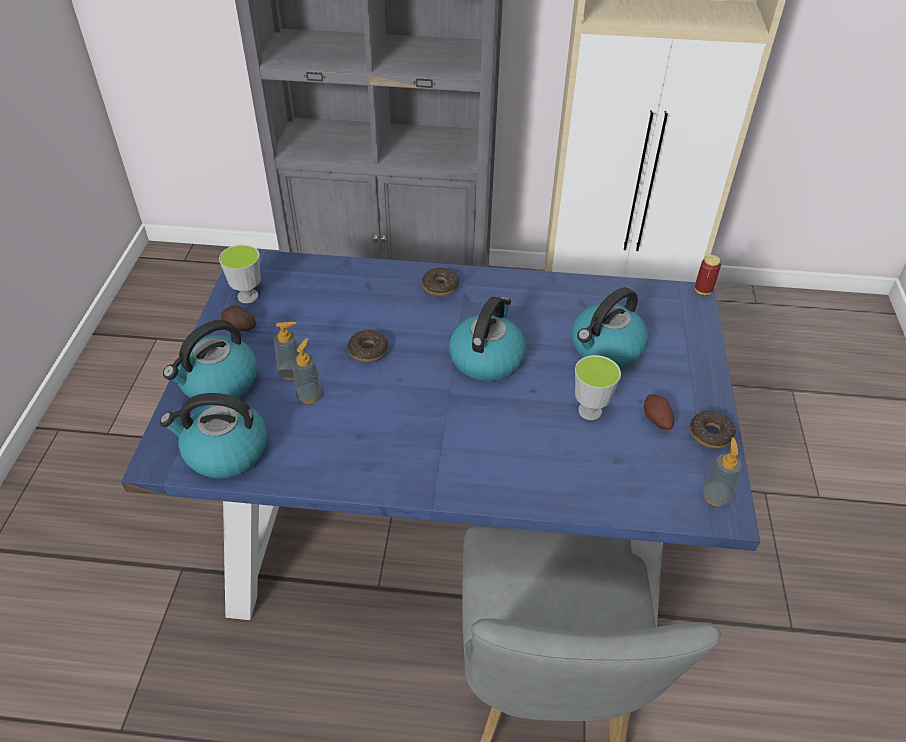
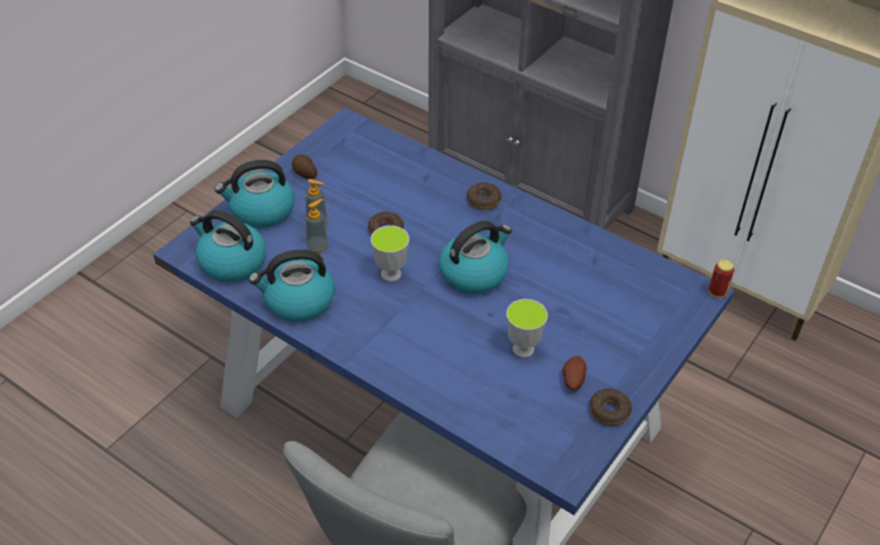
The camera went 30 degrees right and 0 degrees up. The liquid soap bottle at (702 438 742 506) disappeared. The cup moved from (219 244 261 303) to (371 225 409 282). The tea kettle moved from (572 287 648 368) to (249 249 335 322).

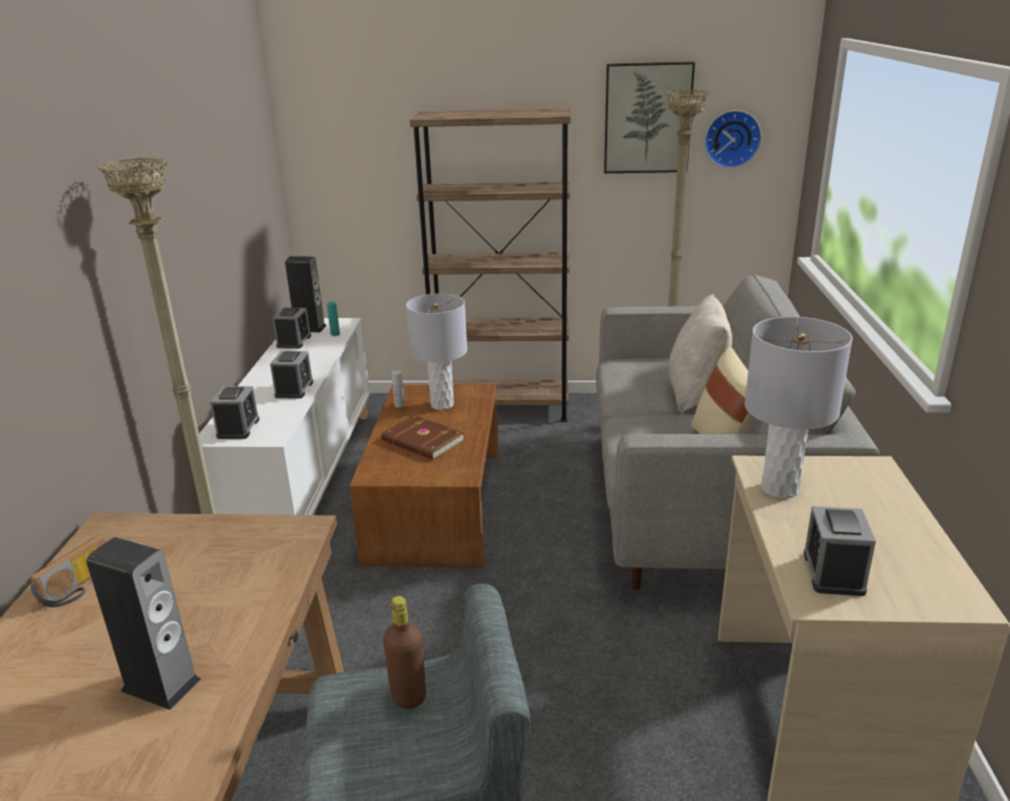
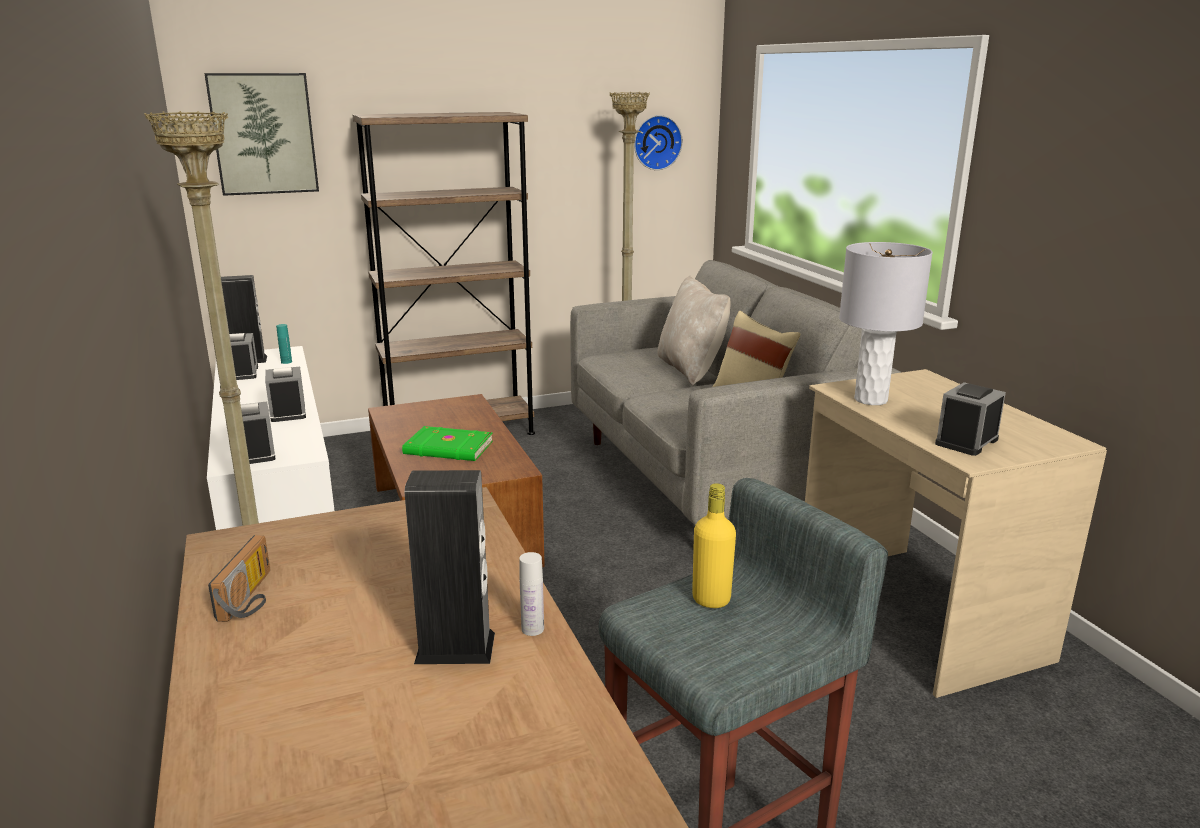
The camera went 25 degrees left and 5 degrees down. The greyish table lamp at (406 294 467 410) disappeared. The white beverage bottle moved from (392 371 405 407) to (519 552 544 636). The wall picture moved from (604 62 695 173) to (204 73 319 196). The brown bound book at (381 415 465 460) became the green-coloured bound book at (402 426 493 461). The brown beverage bottle at (383 596 426 709) became the yellow beverage bottle at (692 483 736 608). The table clock at (804 506 876 596) turned 60 degrees clockwise.

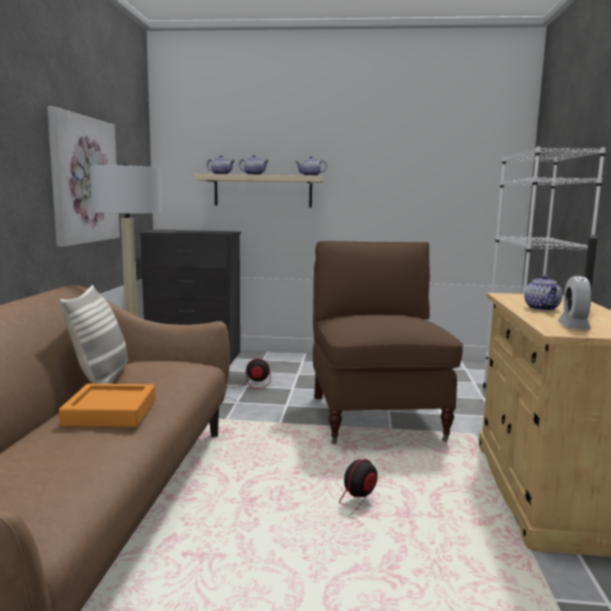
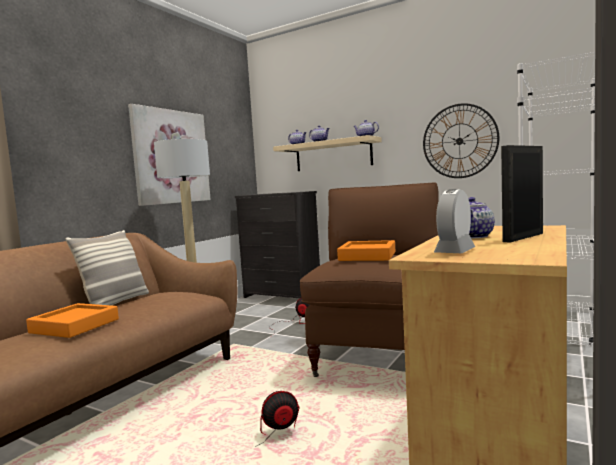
The camera went 25 degrees right and 5 degrees down. The orangey serving tray at (337 240 395 261) appeared. The clock on the wall at (423 103 500 178) appeared.

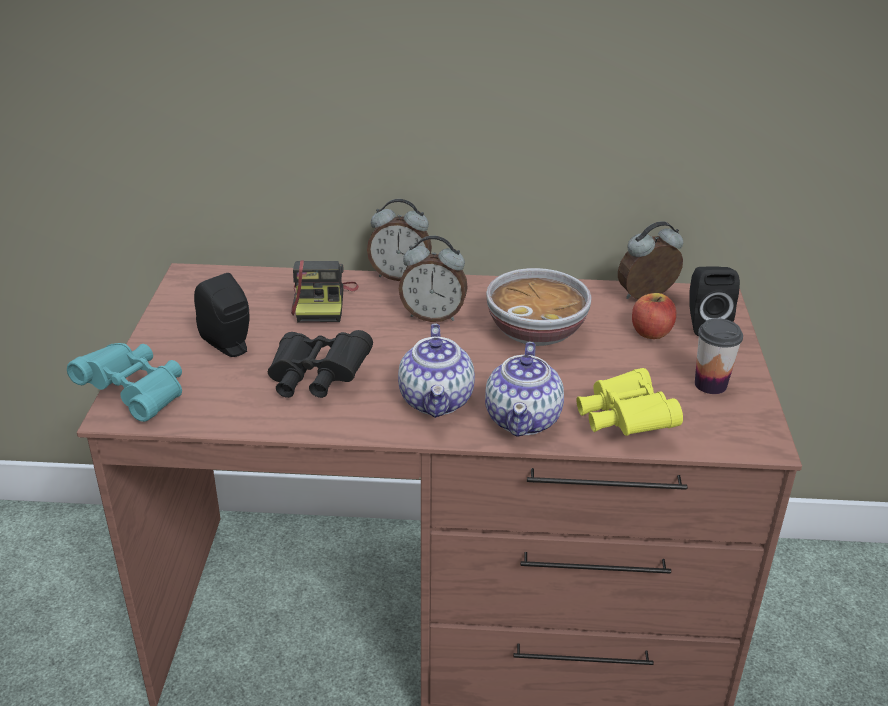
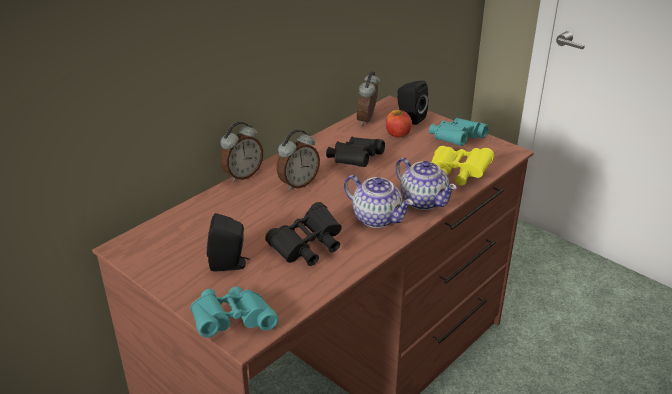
The camera went 50 degrees left and 0 degrees up. The still camera at (291 260 359 323) disappeared. The deep dish at (486 268 591 346) was replaced by the black-coloured field glasses at (326 137 385 167). The cup at (695 318 743 394) was replaced by the turquoise-coloured field glasses at (429 118 489 146).

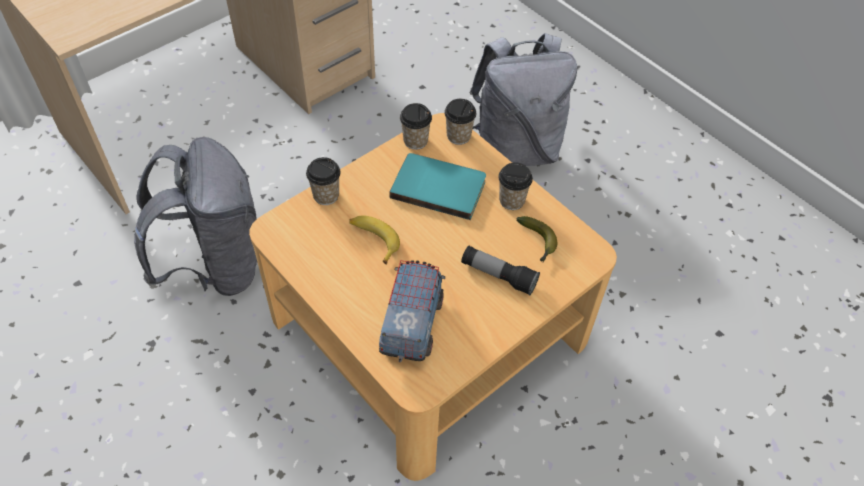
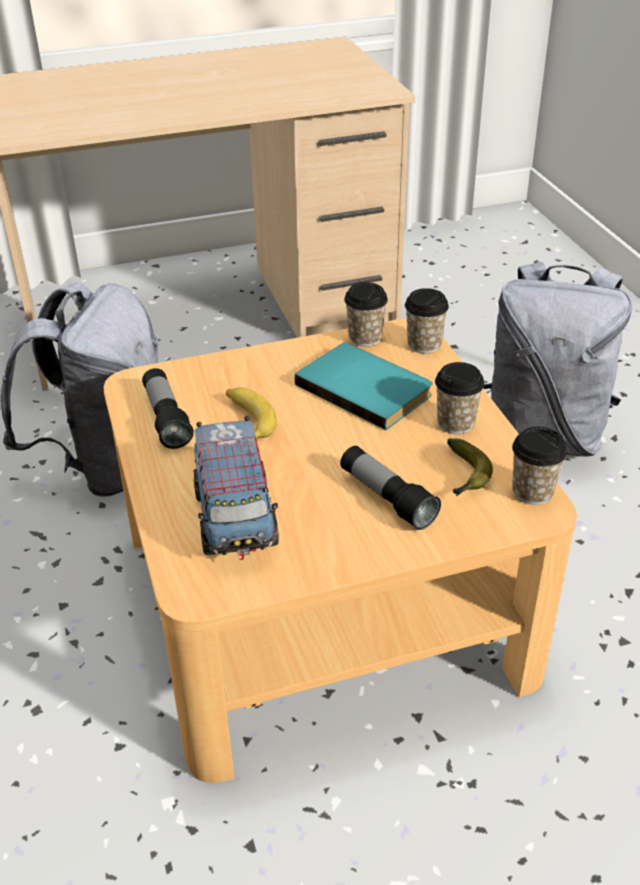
The camera went 25 degrees right and 15 degrees down. The flashlight at (142 368 194 449) appeared. The cup moved from (306 157 340 205) to (512 427 567 505). The model truck at (379 260 445 362) turned 135 degrees clockwise.

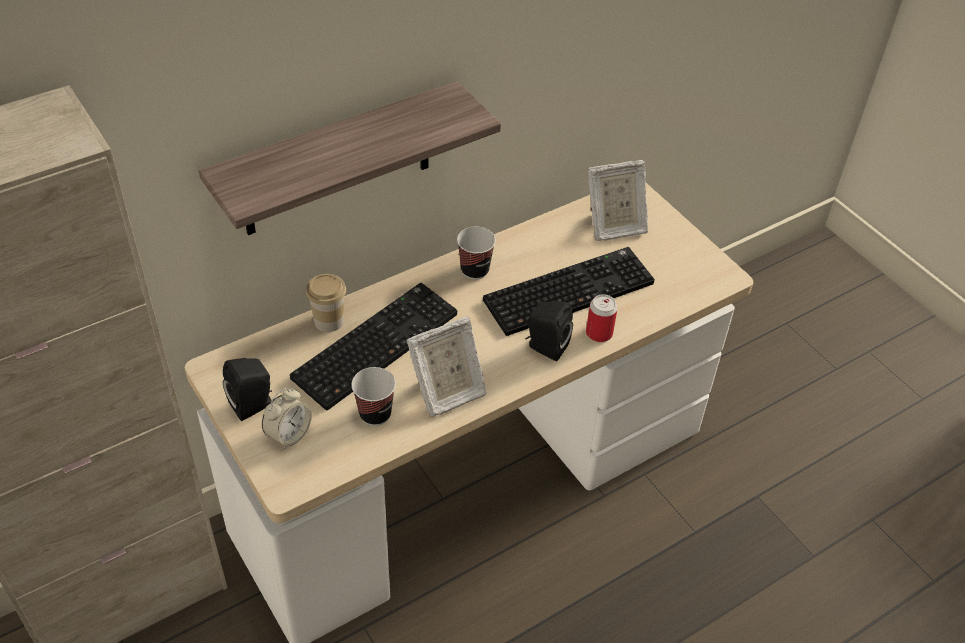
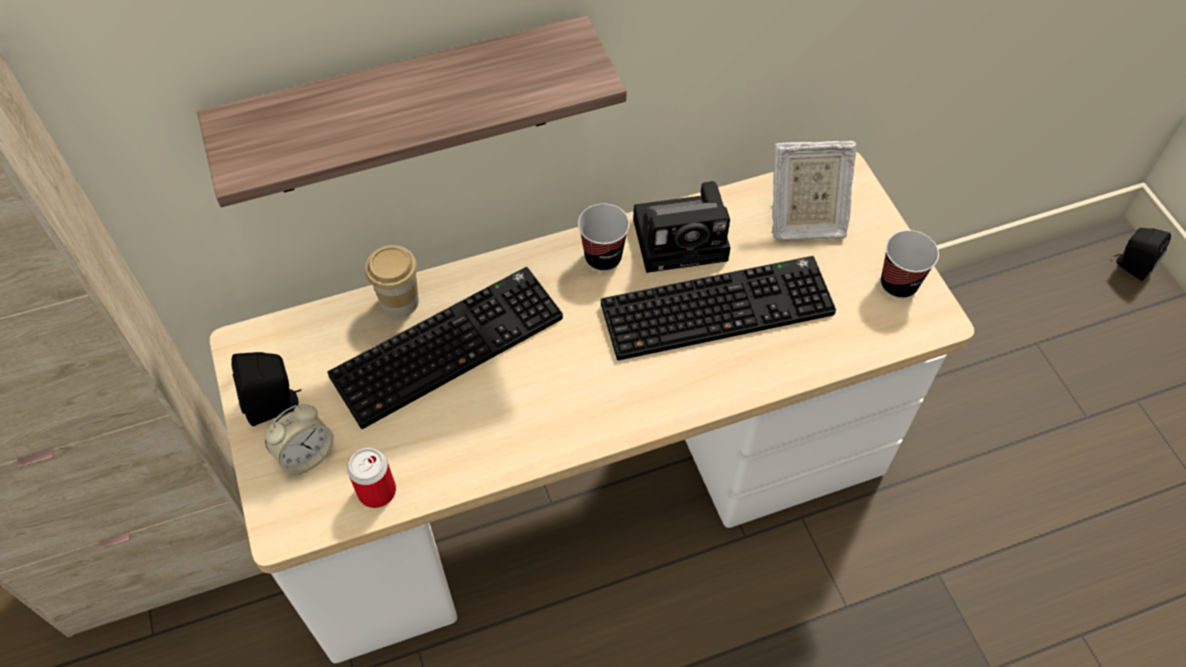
The camera went 15 degrees right and 10 degrees up. The picture frame at (406 316 487 416) disappeared. The still camera at (633 181 730 273) appeared. The cup moved from (351 367 396 426) to (881 230 939 299). The black-coloured loudspeaker moved from (525 301 573 361) to (1114 228 1171 281). The metal can moved from (586 294 618 342) to (347 448 396 508).

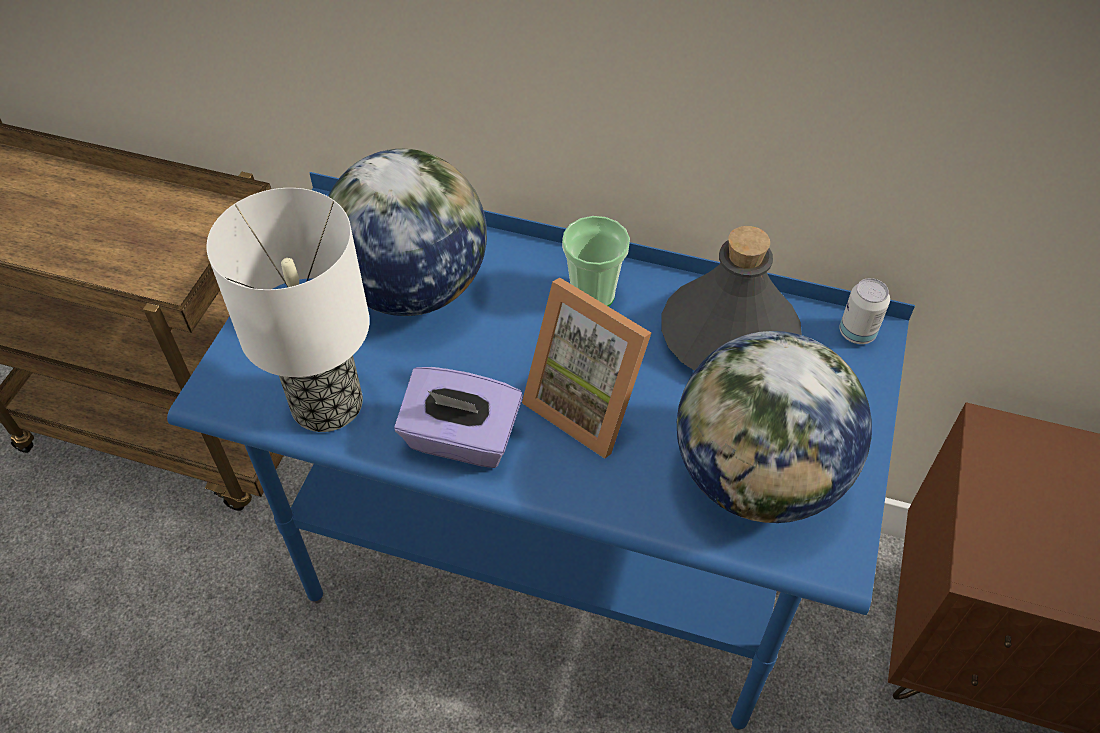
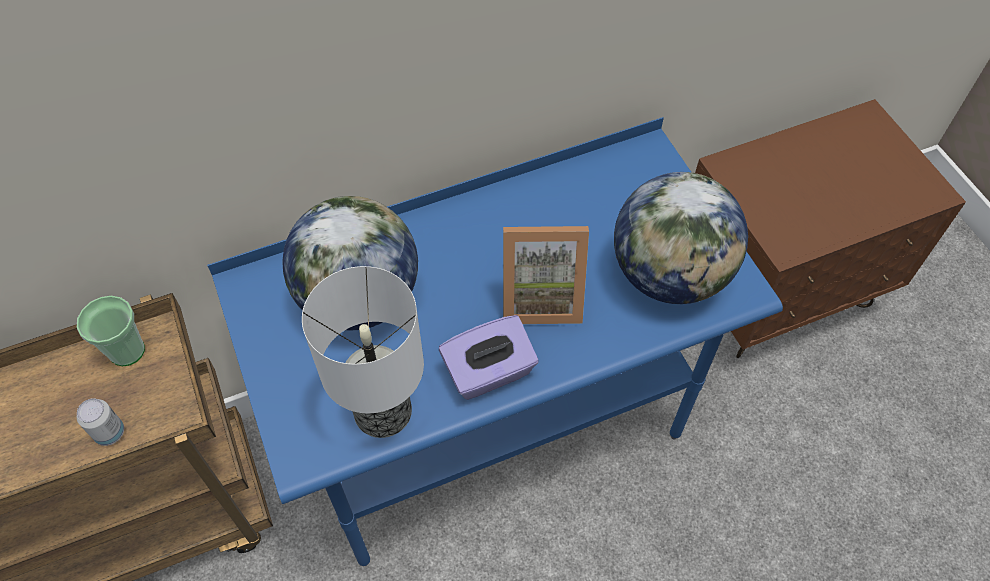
The camera went 40 degrees left and 5 degrees up. The greyish beverage bottle at (661 226 802 371) disappeared. The cup moved from (562 216 630 307) to (77 296 145 366). The metal can moved from (839 278 890 344) to (77 398 124 446).

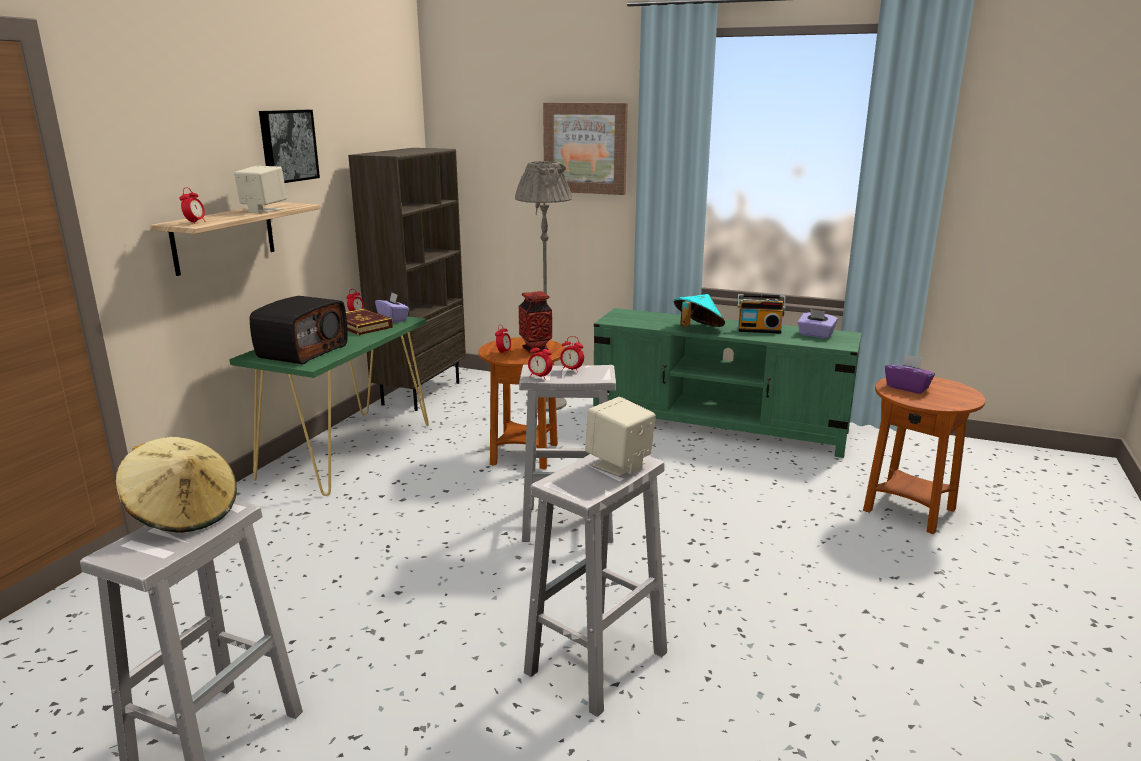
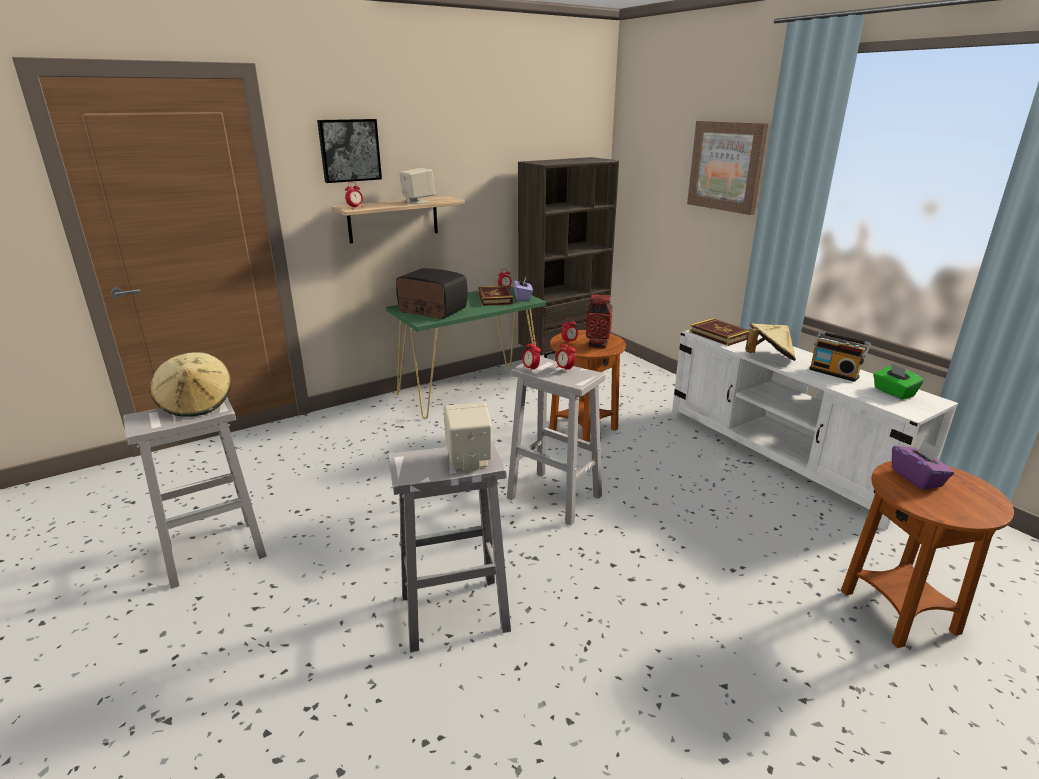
The camera went 35 degrees right and 5 degrees up. The greyish standing lamp at (515 161 572 411) disappeared. The bound book at (689 318 749 346) appeared. The wall picture moved from (259 110 320 183) to (317 119 382 183). The green-coloured tv stand at (593 308 862 458) became the white tv stand at (671 329 958 530). The turquoise-coloured wearable hat at (674 294 725 327) became the sand-coloured wearable hat at (745 323 796 361). The purple tissue holder at (798 309 838 339) became the green-coloured tissue holder at (873 363 924 400). The radio set at (250 296 348 365) turned 120 degrees counterclockwise.

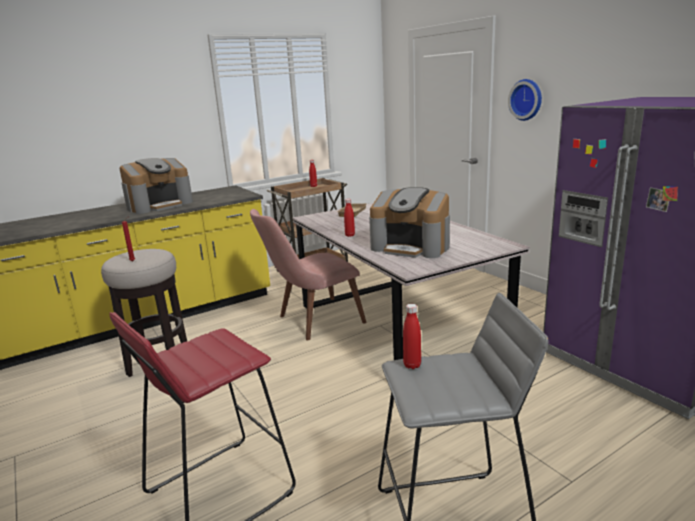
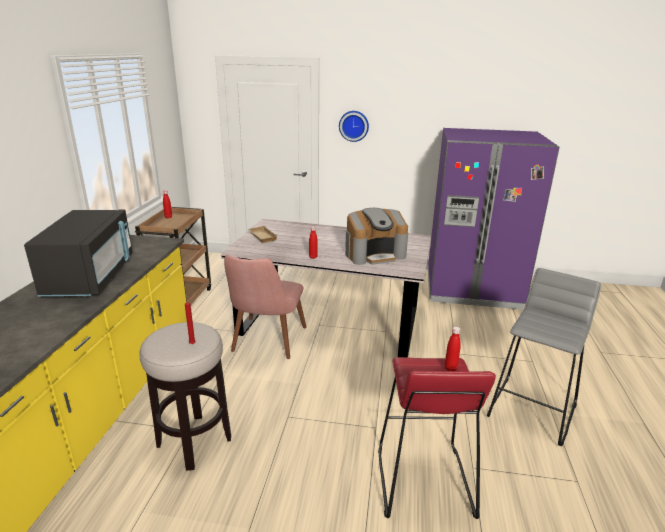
The camera went 50 degrees left and 5 degrees up. The red-coloured beverage bottle moved from (403 304 421 369) to (445 326 461 371). The coffee machine at (119 158 193 214) was replaced by the black-coloured microwave at (24 210 133 297).

